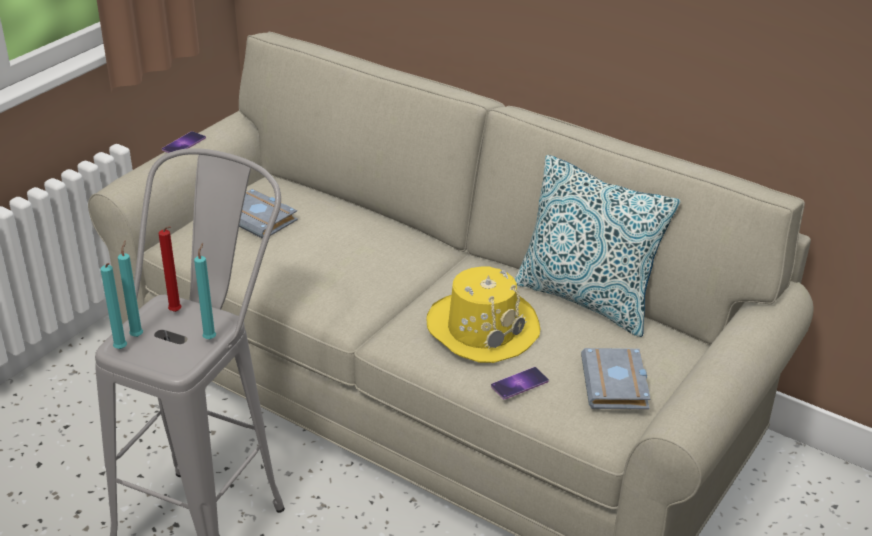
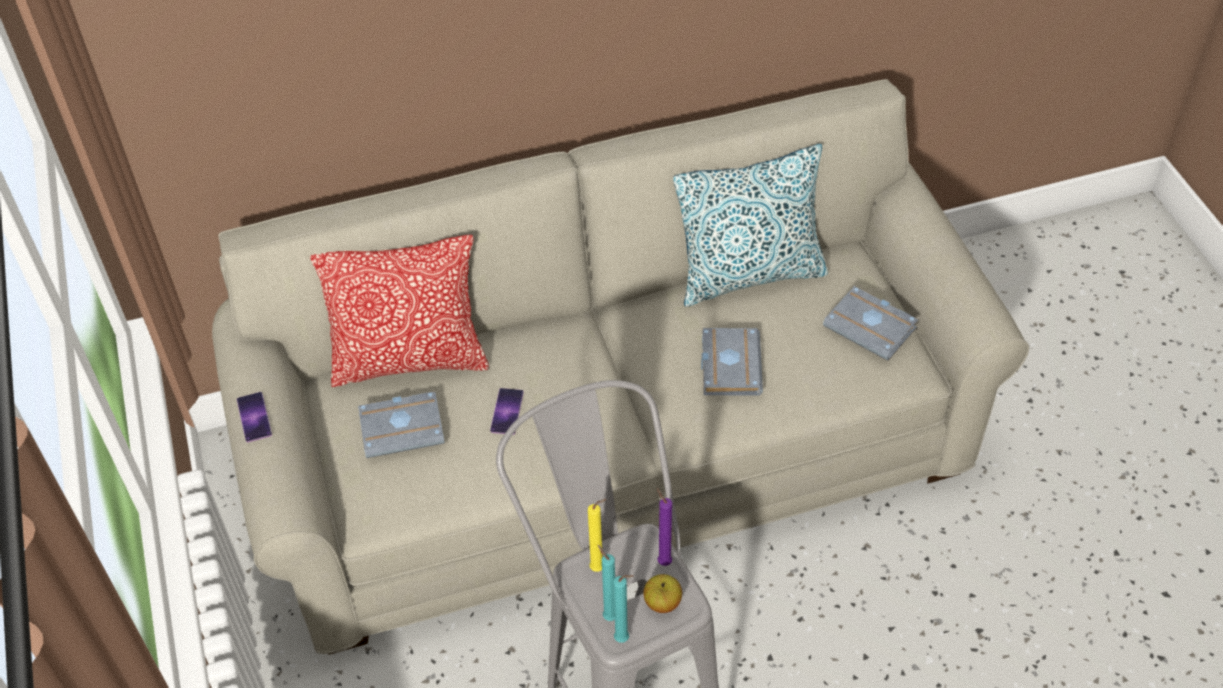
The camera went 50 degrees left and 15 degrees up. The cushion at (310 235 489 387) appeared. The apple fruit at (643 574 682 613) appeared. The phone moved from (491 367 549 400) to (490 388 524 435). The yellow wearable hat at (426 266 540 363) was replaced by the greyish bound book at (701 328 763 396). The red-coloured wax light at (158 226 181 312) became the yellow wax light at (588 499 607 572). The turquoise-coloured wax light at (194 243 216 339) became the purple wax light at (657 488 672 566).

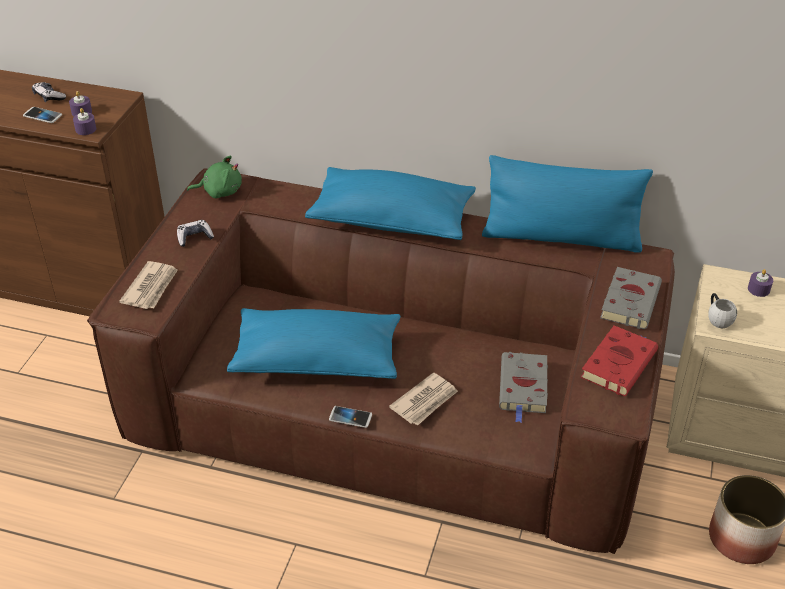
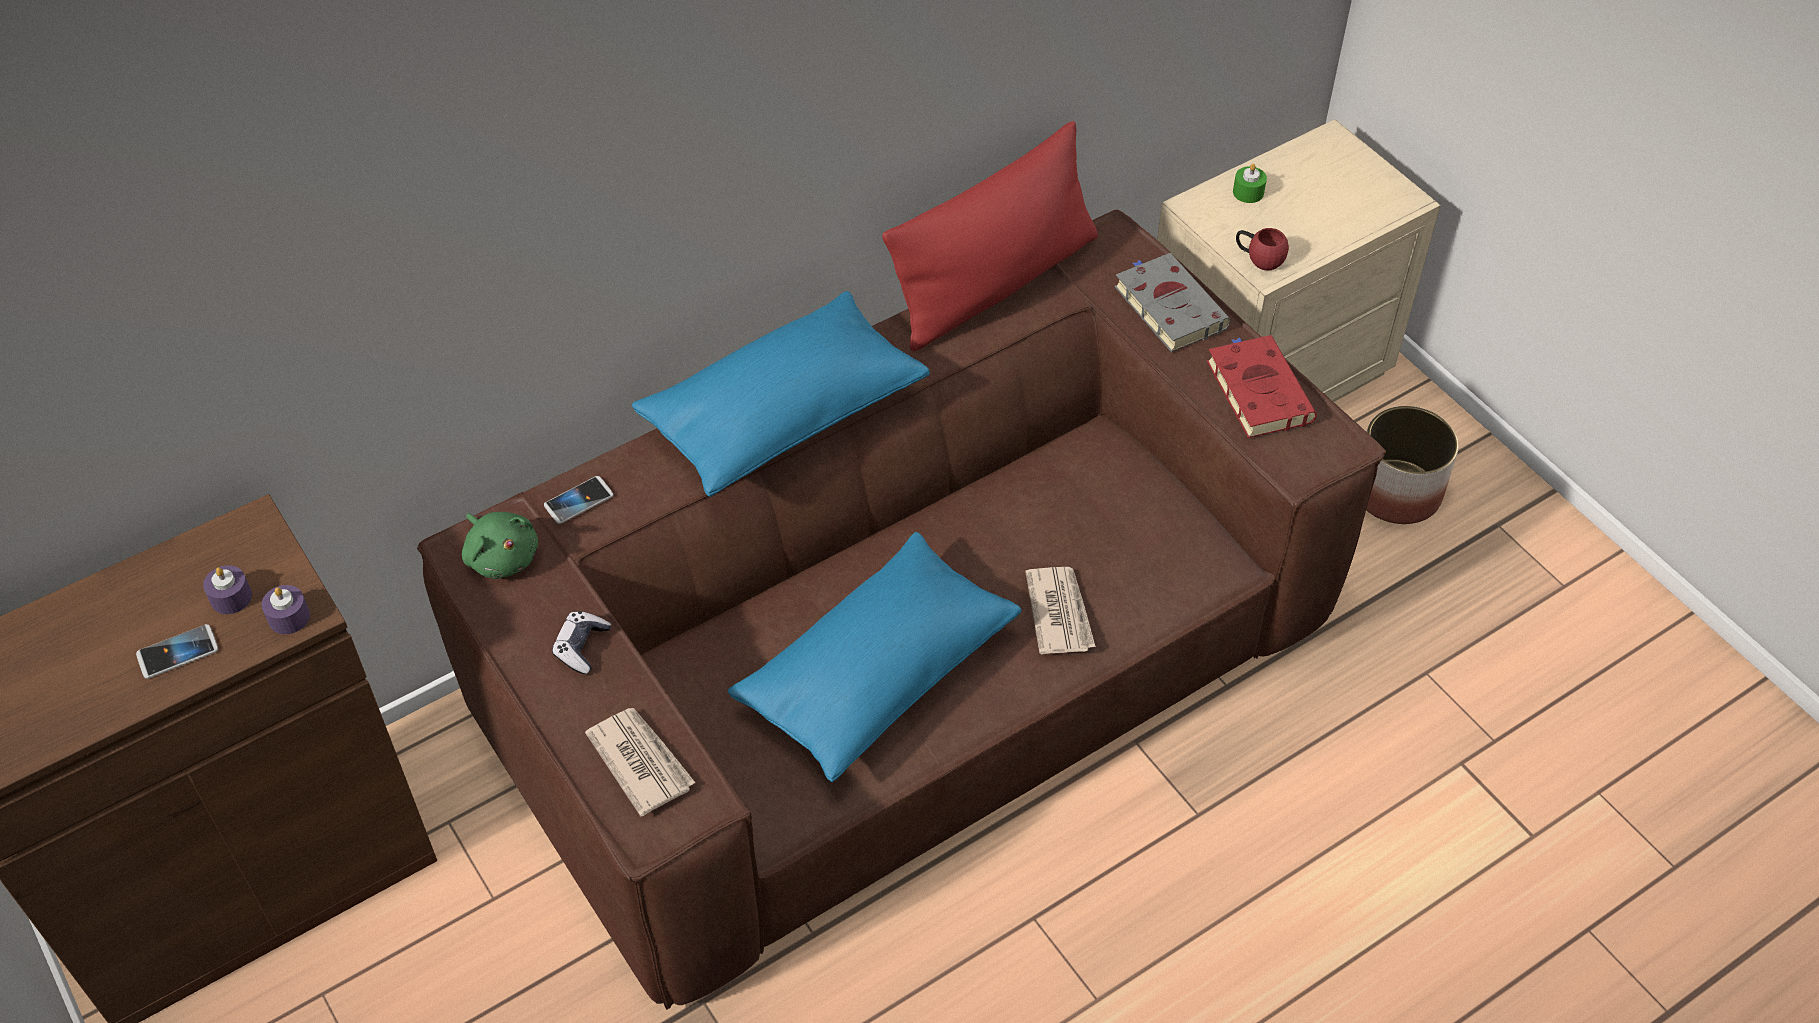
The camera went 50 degrees left and 10 degrees up. The game controller at (32 82 66 102) disappeared. The greyish bound book at (499 352 548 423) disappeared. The phone moved from (329 406 372 428) to (544 476 613 524). The blue cushion at (482 155 653 253) became the red-coloured cushion at (882 121 1098 351). The white coffee mug at (708 293 737 328) became the red-coloured coffee mug at (1236 228 1289 270). The purple wax light at (748 269 773 297) became the green-coloured wax light at (1233 164 1267 203). The green-coloured soft toy at (187 156 242 198) turned 105 degrees clockwise.

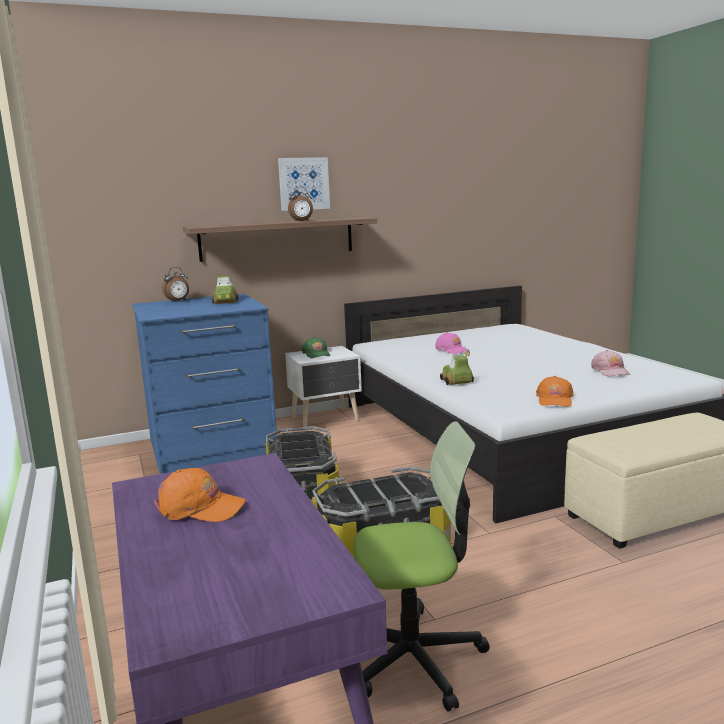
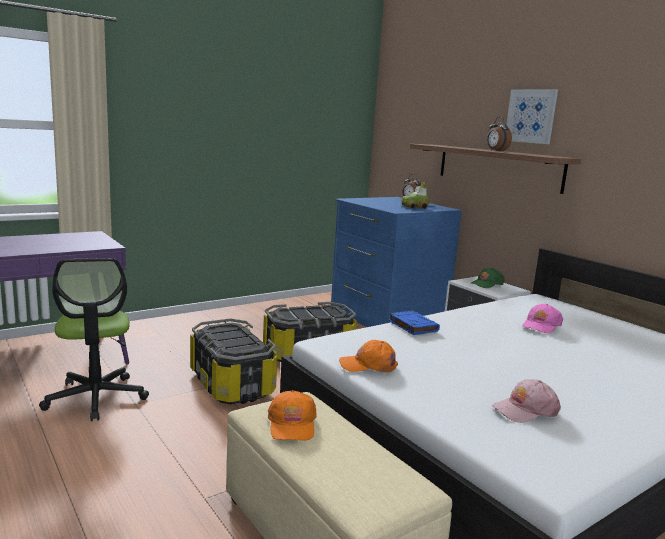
The camera went 75 degrees right and 0 degrees up. The orangey cap moved from (154 468 246 522) to (268 390 317 441). The model car at (440 350 474 385) was replaced by the blue bound book at (389 311 440 335).

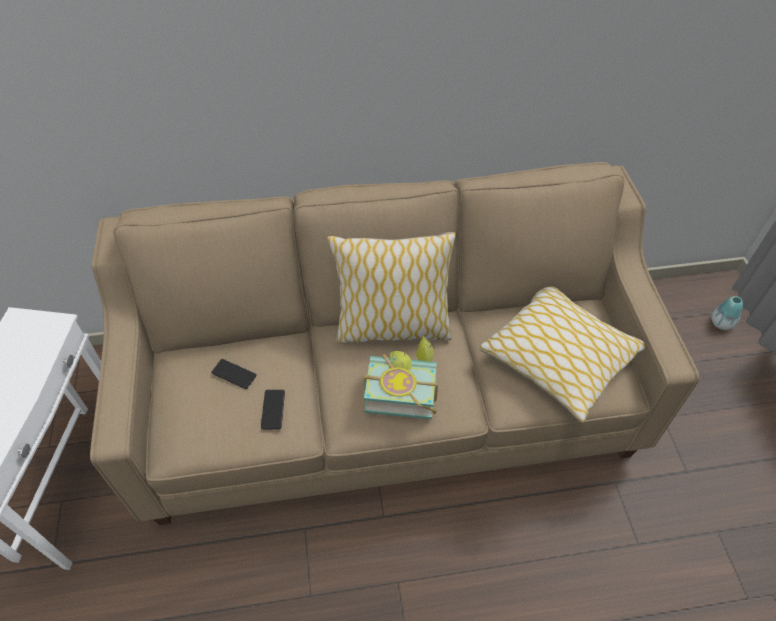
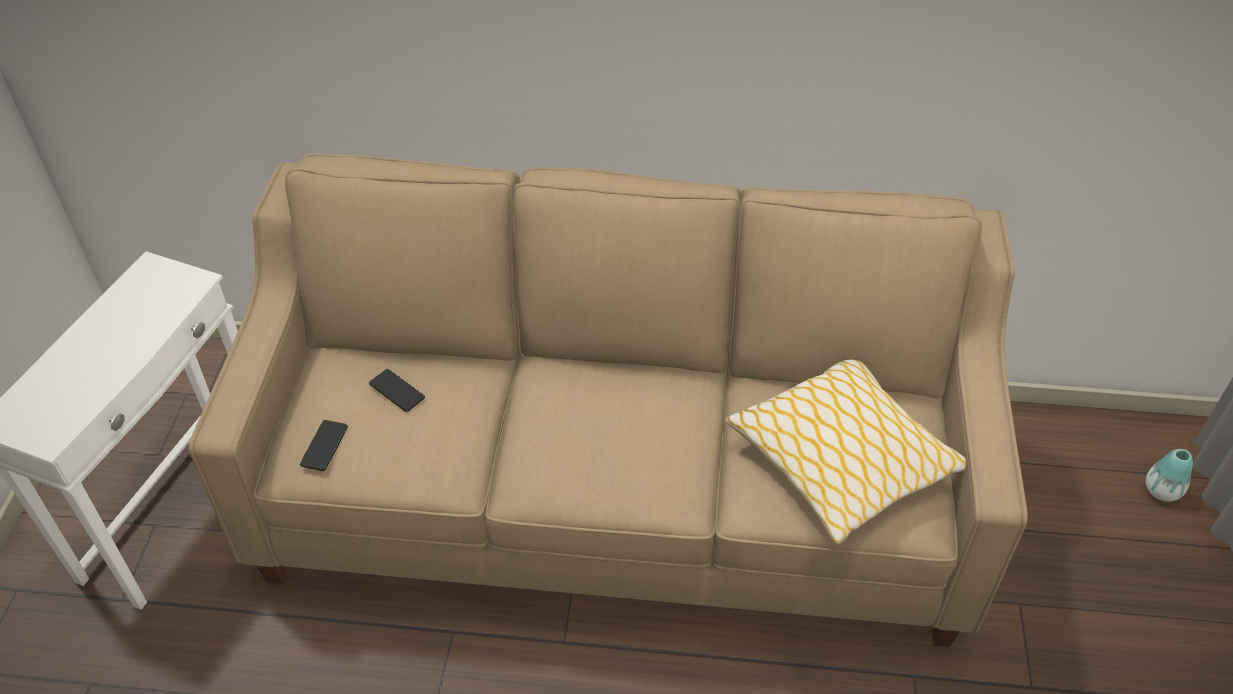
The camera went 15 degrees right and 5 degrees down. The cushion at (328 232 455 344) disappeared. The bound book at (364 336 438 419) disappeared. The phone moved from (261 390 285 429) to (300 420 348 471).

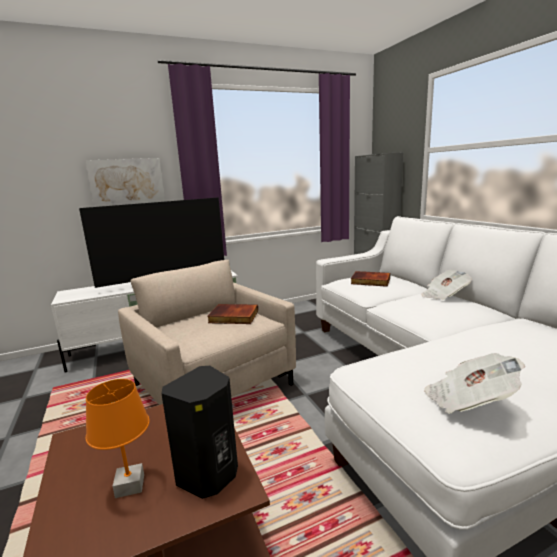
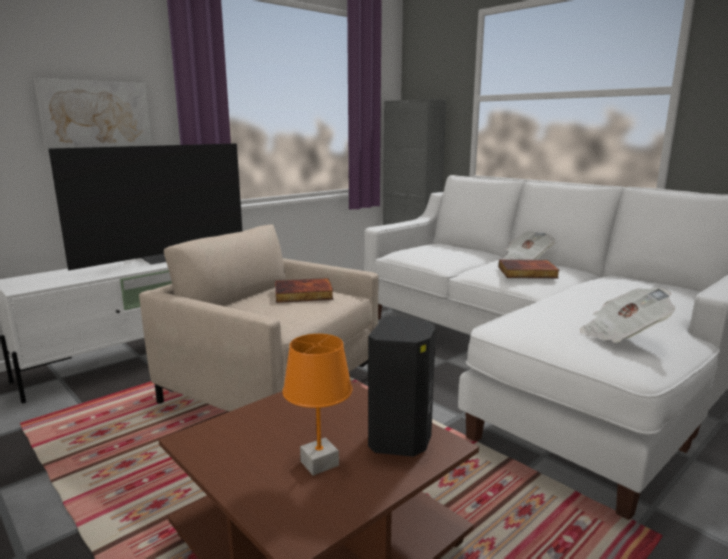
The camera went 20 degrees left and 0 degrees up. The bound book moved from (351 271 390 287) to (499 260 560 278).

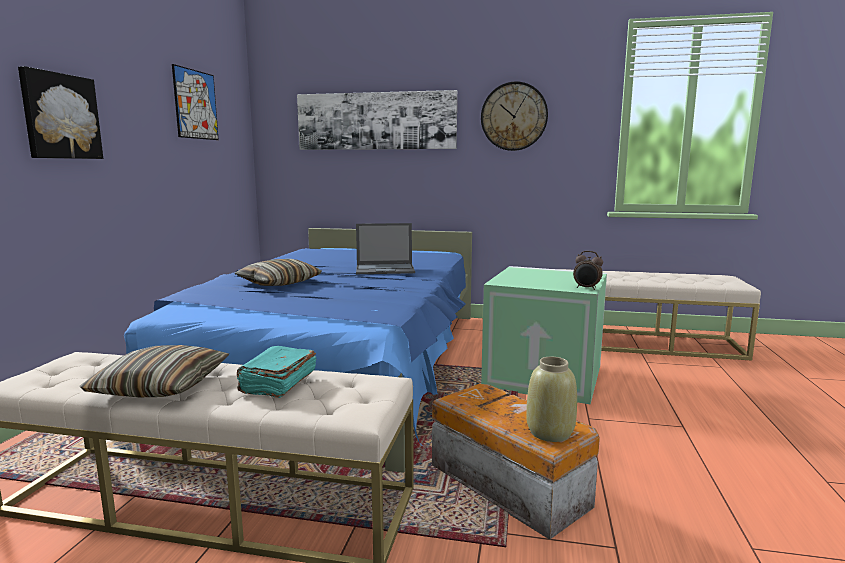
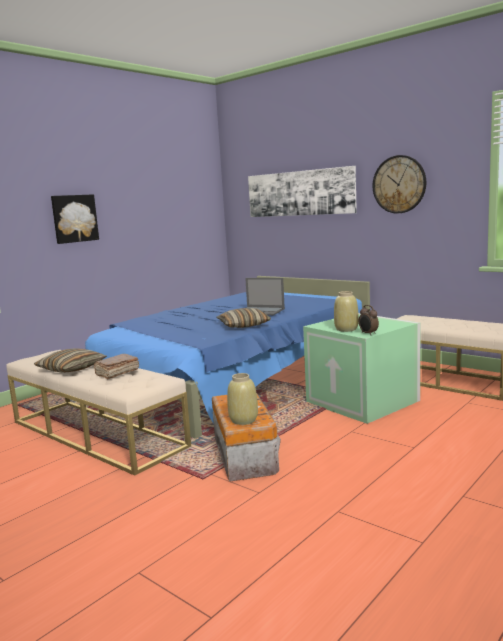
The camera went 30 degrees right and 0 degrees up. The wall picture at (172 64 219 140) disappeared. The sand-coloured decorative vase at (334 291 359 332) appeared. The cushion moved from (234 259 322 286) to (217 308 271 328). The turquoise-coloured bound book at (237 346 317 398) became the brown bound book at (94 354 139 379).

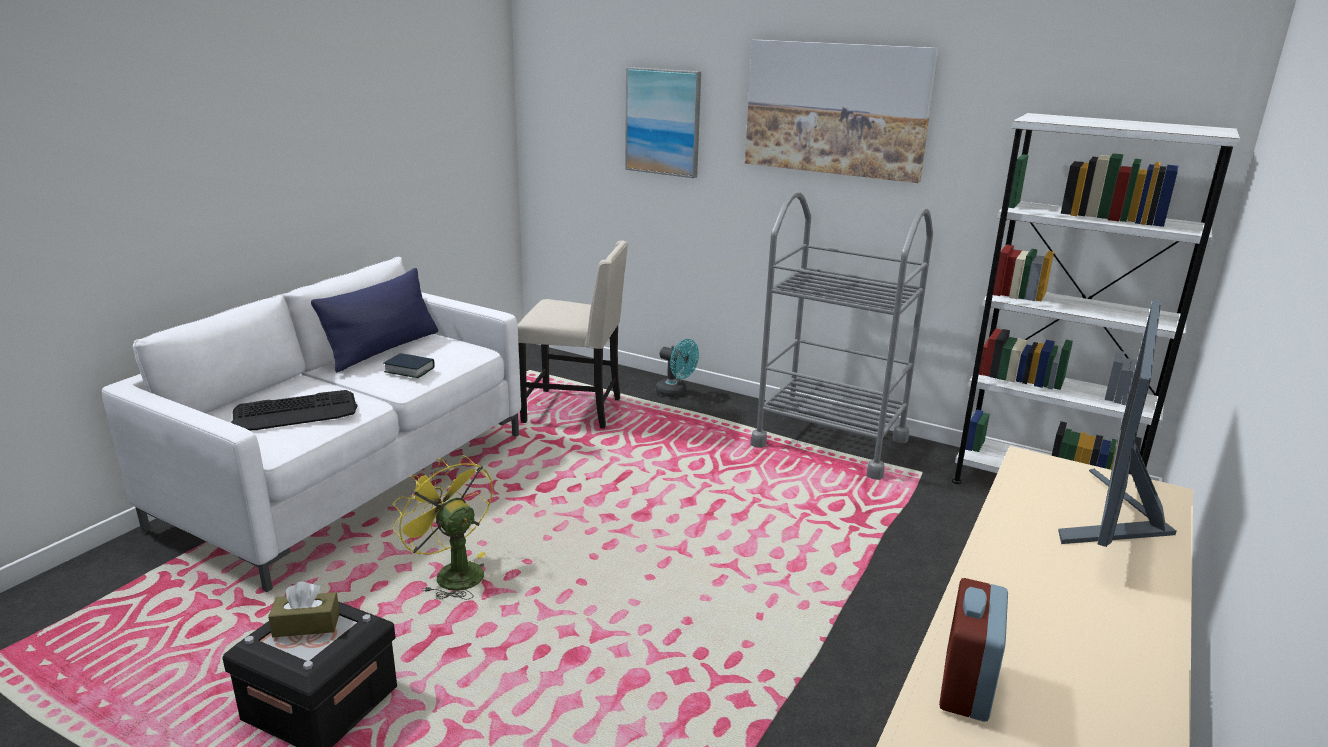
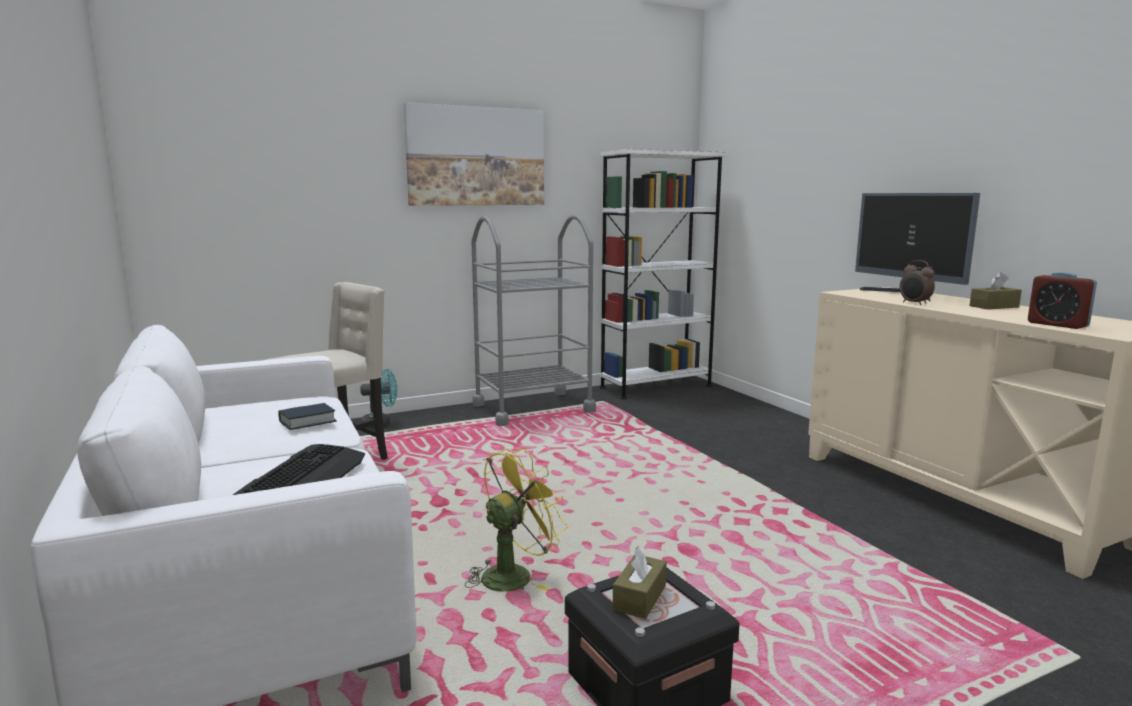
The camera went 55 degrees left and 10 degrees down. The blue cushion at (311 268 438 372) disappeared. The wall picture at (625 67 701 178) disappeared. The table clock at (900 260 935 305) appeared. The brown tissue holder at (970 272 1022 309) appeared. The yellow fan at (392 455 493 600) turned 150 degrees clockwise.

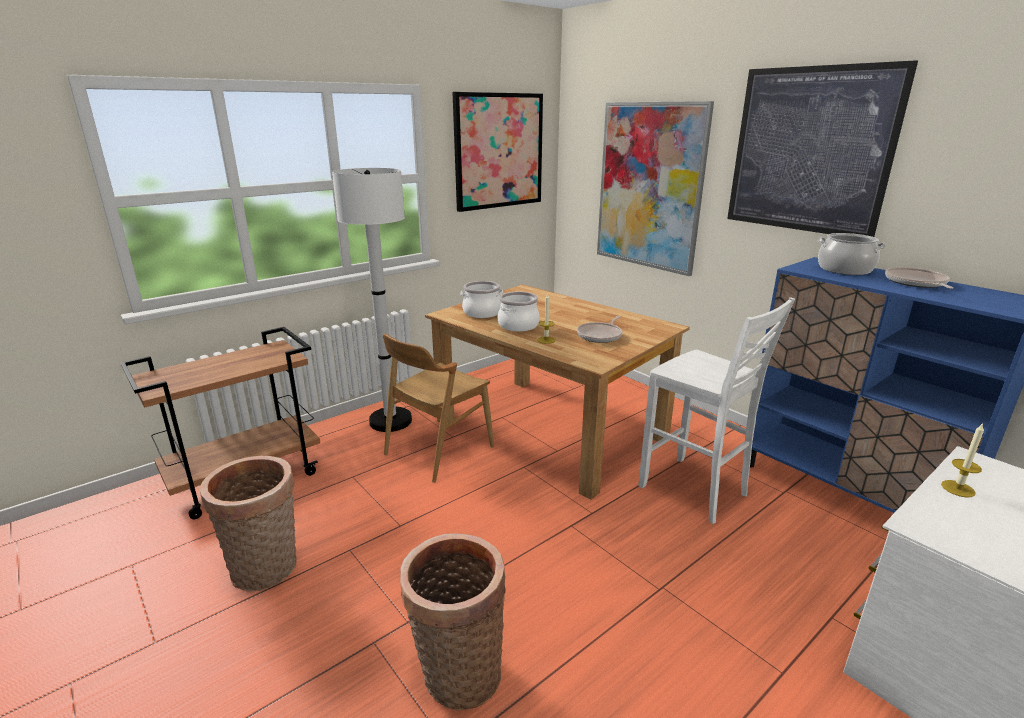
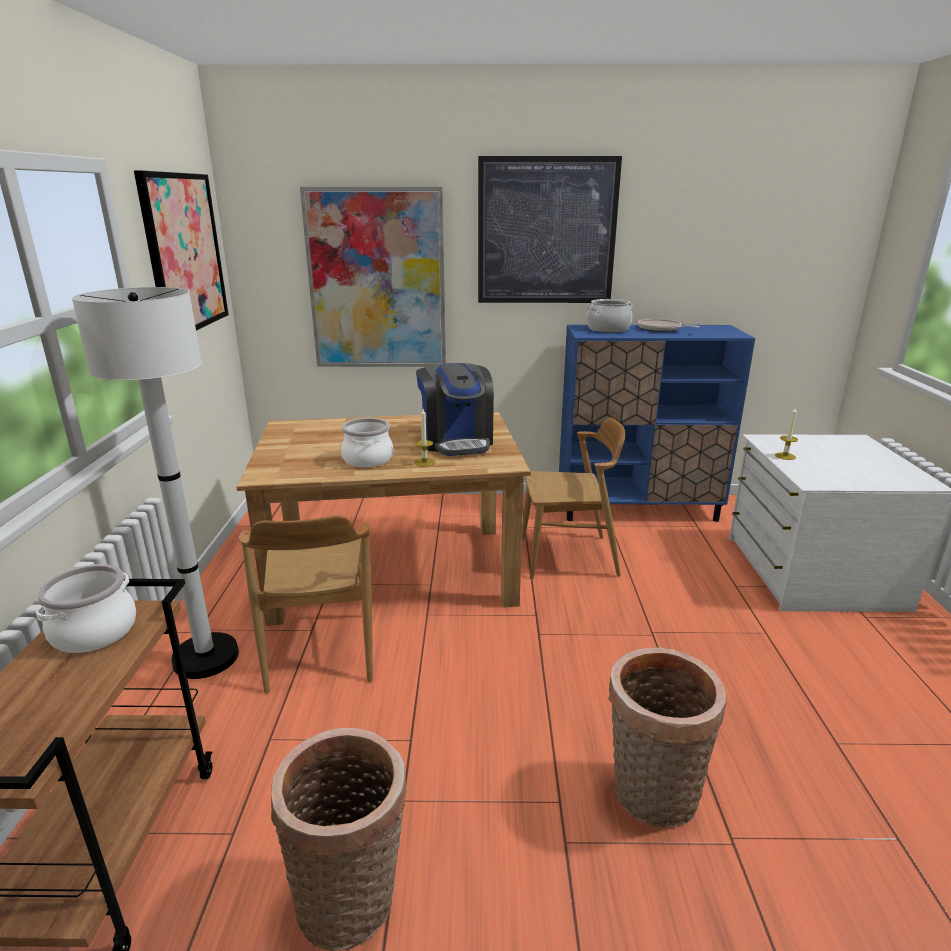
The camera went 50 degrees left and 0 degrees up. The cooking pot moved from (461 281 503 318) to (36 564 136 653). The skillet at (577 316 623 343) was replaced by the coffee machine at (416 363 494 456). The white sitting stool at (638 297 795 524) was replaced by the brown upright chair at (522 417 625 579).

